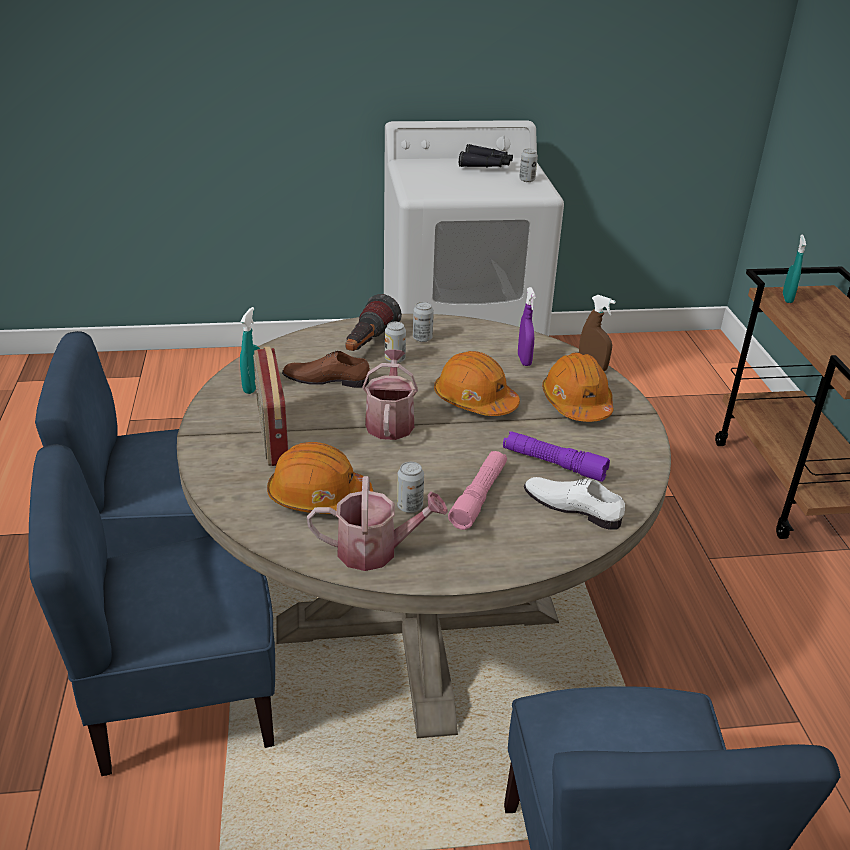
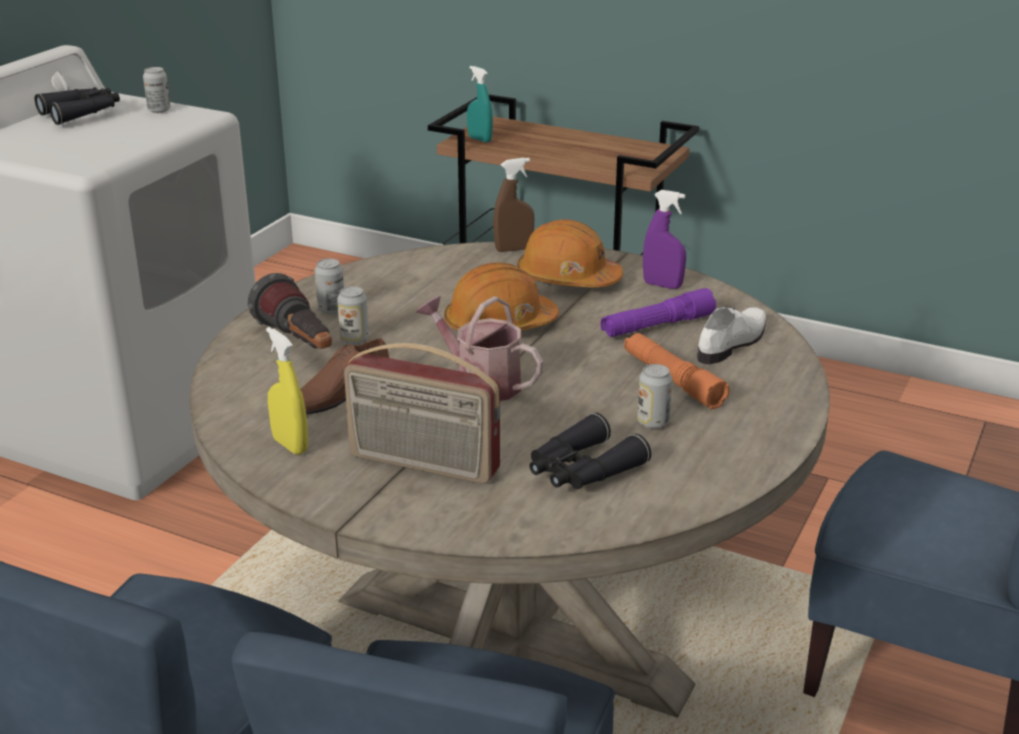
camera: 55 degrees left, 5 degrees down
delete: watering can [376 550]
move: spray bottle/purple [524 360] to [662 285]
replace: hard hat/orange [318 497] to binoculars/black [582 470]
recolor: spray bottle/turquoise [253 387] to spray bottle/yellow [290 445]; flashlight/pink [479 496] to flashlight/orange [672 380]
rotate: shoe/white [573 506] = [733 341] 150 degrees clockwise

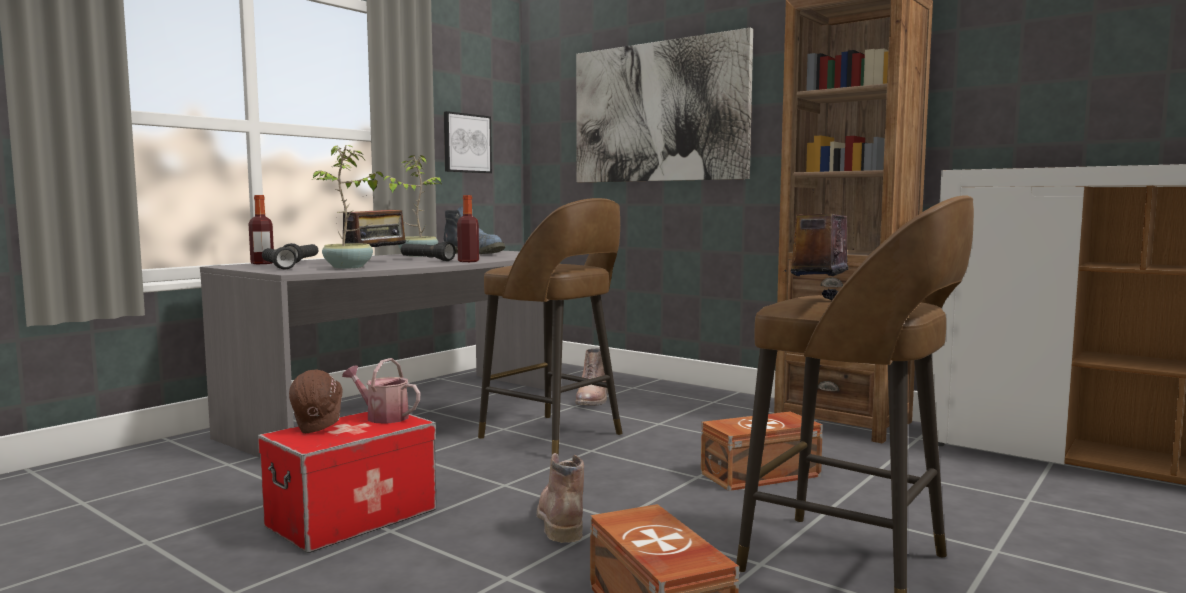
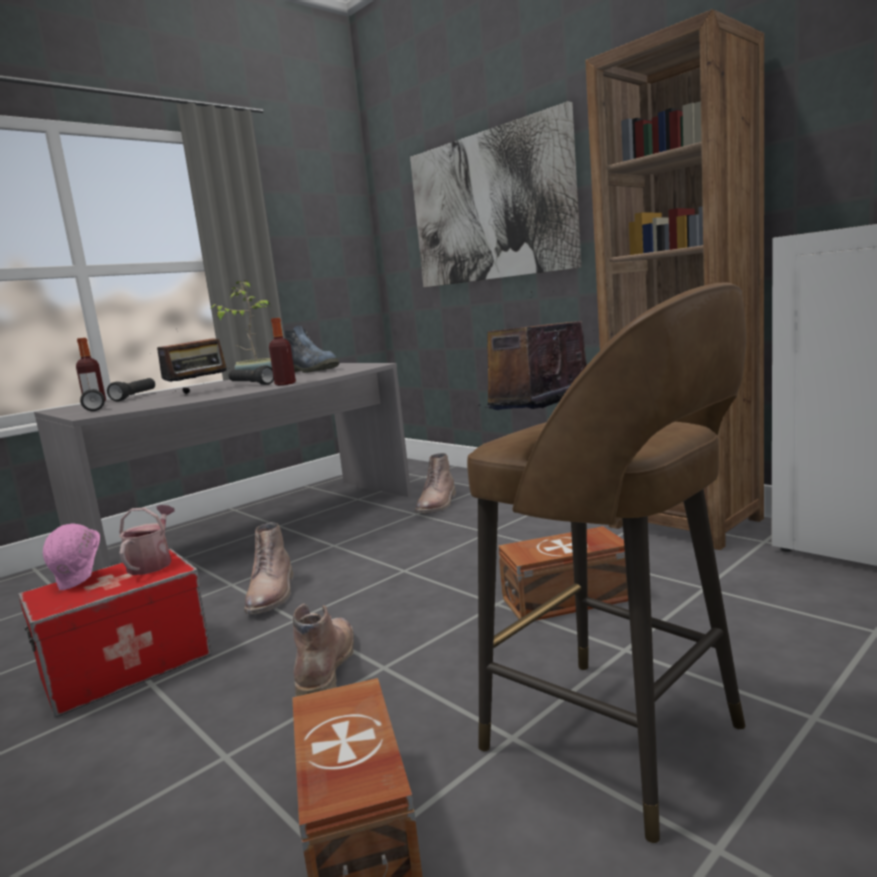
camera: 10 degrees right, 5 degrees up
delete: picture [466 143]; potted plant [349 267]; stool/brown [554 437]
insert: boot/brown [272 595]
recolor: hard hat/brown [319 427] to hard hat/pink [81 581]
rotate: watering can [382 417] = [153 563] 60 degrees clockwise

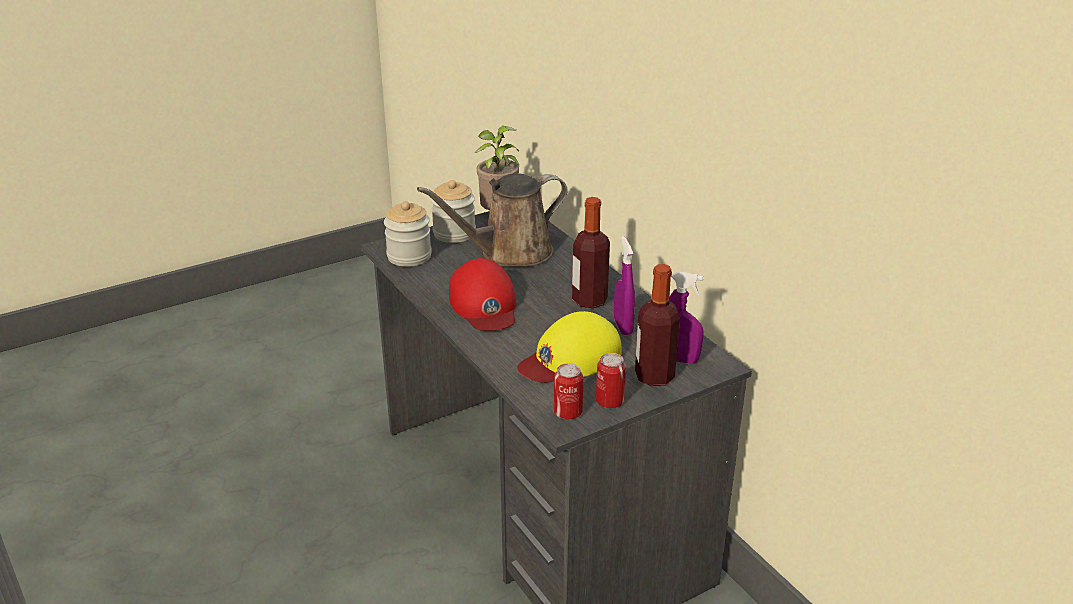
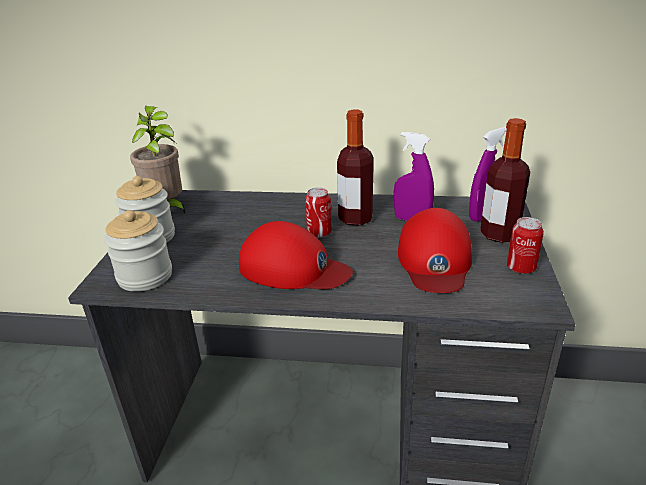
camera: 50 degrees left, 0 degrees up
delete: watering can/brown [510 253]
move: can [568 413] to [319 233]
recolor: cap/yellow [571 358] to cap/red [434 260]

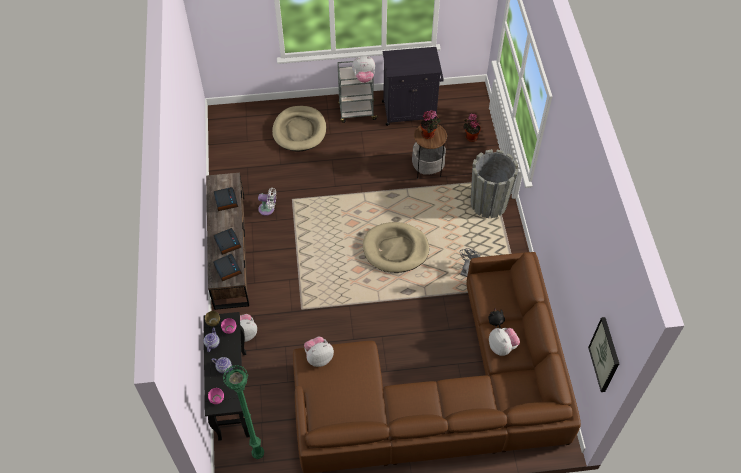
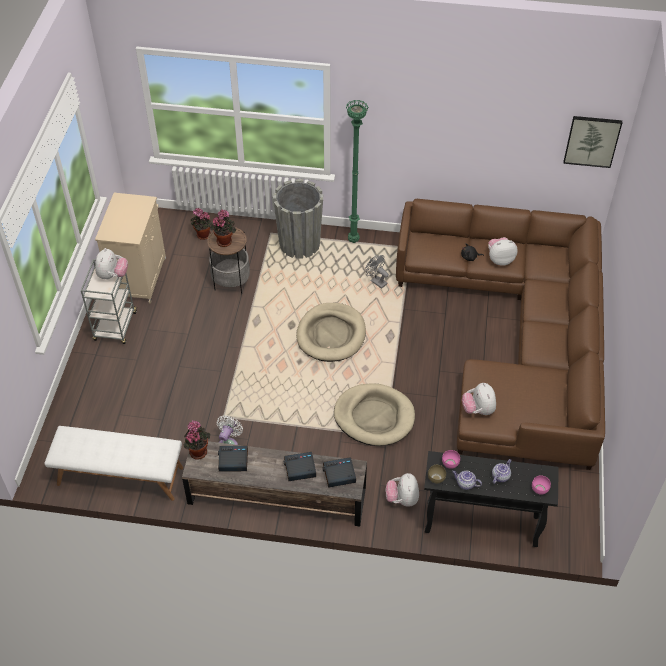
camera: 75 degrees left, 5 degrees down
insert: potted plant [198 451]; bench/white [119 476]
move: dog bed/beige [299 130] to [374 417]; floor lamp/green [258 455] to [354 241]
recolor: cabinet/black [410 111] to cabinet/beige [139 277]

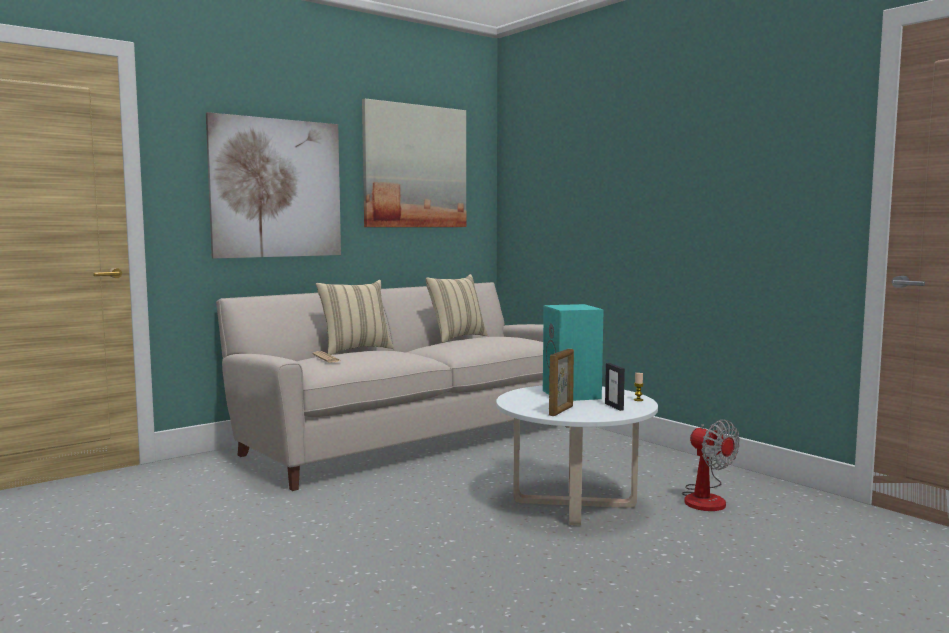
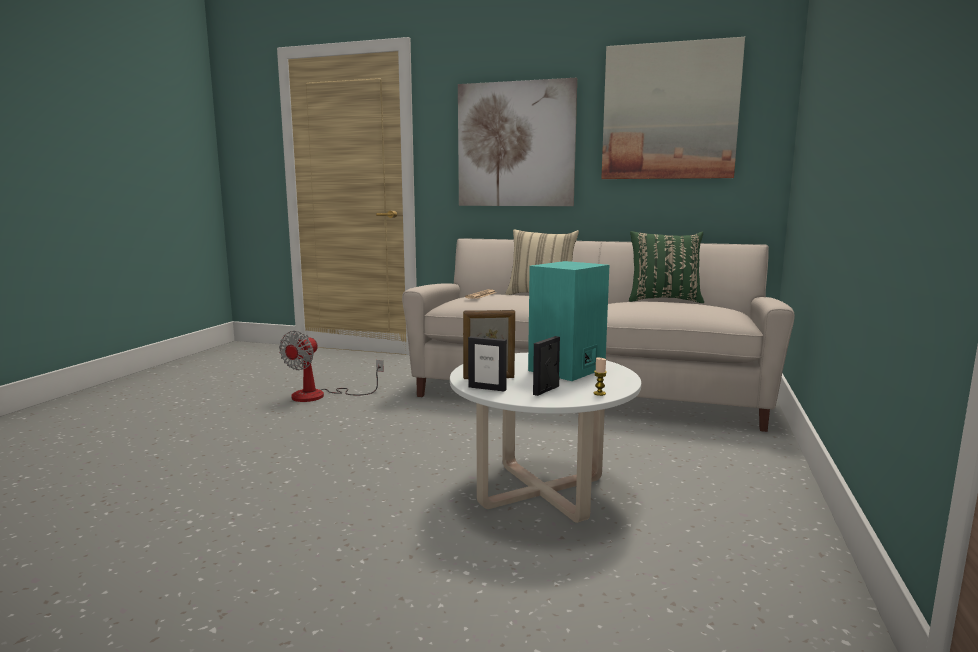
camera: 55 degrees right, 5 degrees up
insert: picture frame [487 388]
move: fan [705 498] to [320 395]
recolor: pillow/beige [456 338] to pillow/green [664 300]

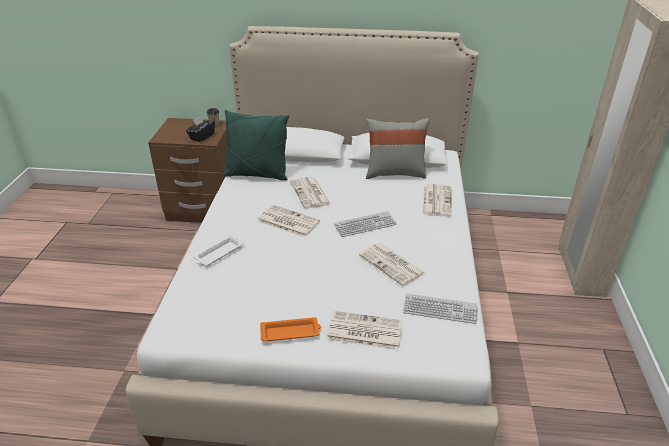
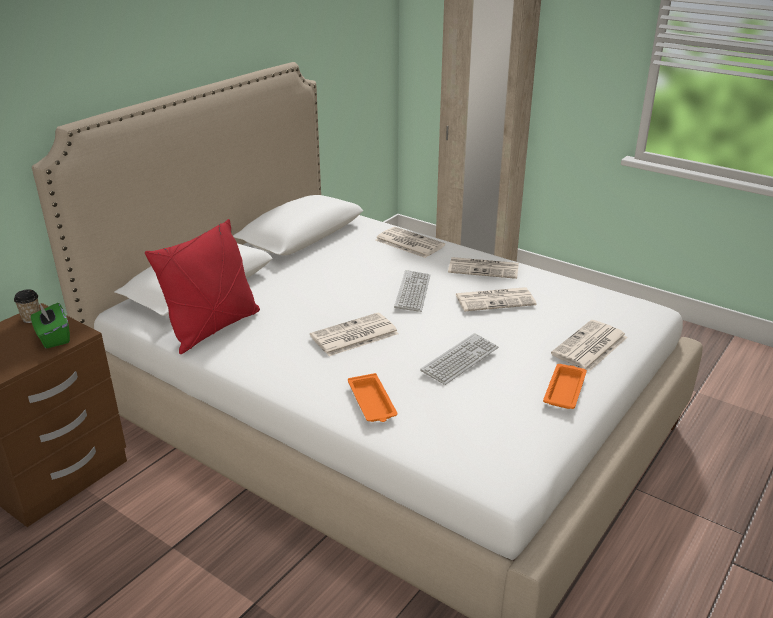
camera: 60 degrees left, 5 degrees down
delete: pillow/grey [395 173]
move: newspaper [310 193] to [484 268]; keyboard [440 309] to [460 360]
recolor: pillow/green [257 174] to pillow/red [213 328]; tissue box/black [201 137] to tissue box/green [53 337]; tray/white [218 254] to tray/orange [372 403]

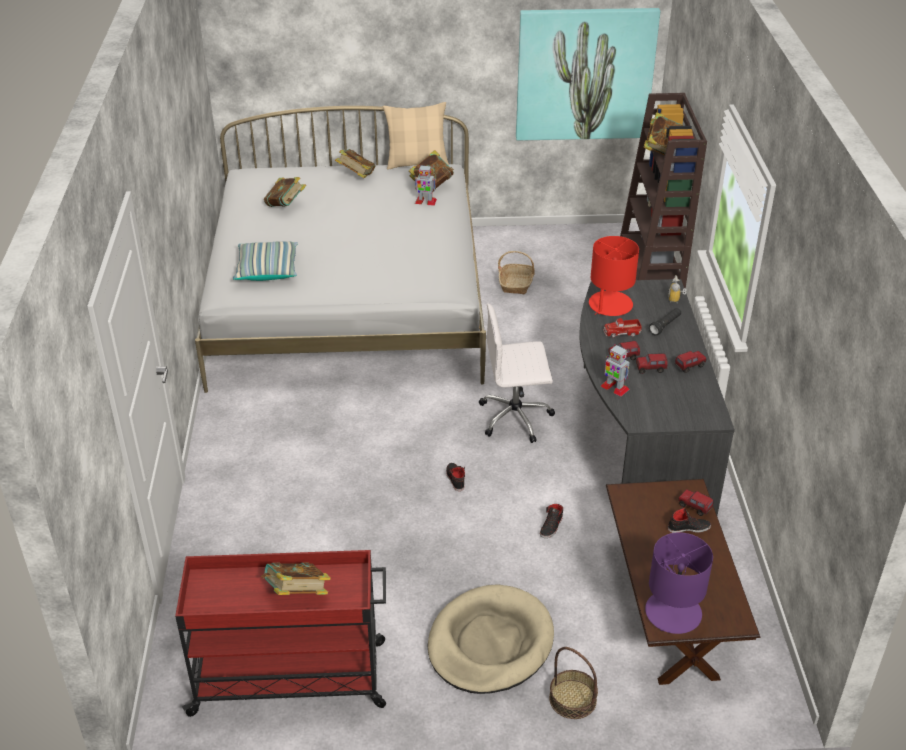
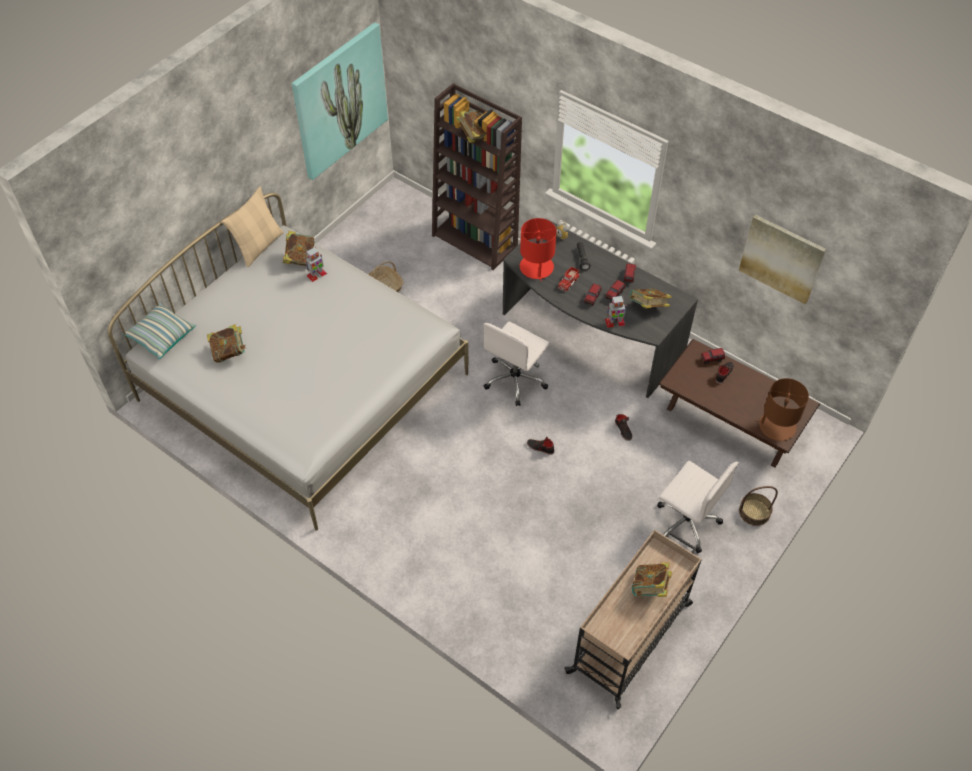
camera: 50 degrees left, 15 degrees up
insert: picture [781 258]
move: book [356 176] to [648 307]; pillow [267 270] to [161 336]
replace: dog bed/beige [490 643] to office chair/white [685 522]
recolor: table lamp/purple [672 612] to table lamp/brown [776 426]; cart/red [291 678] to cart/beige [631 637]

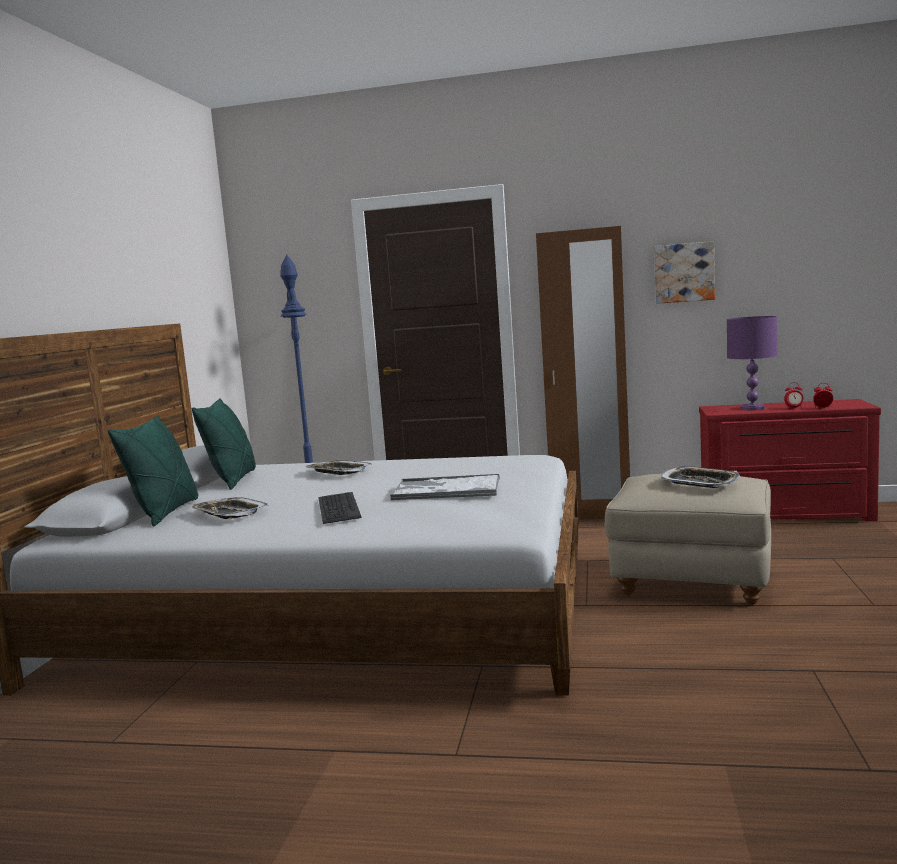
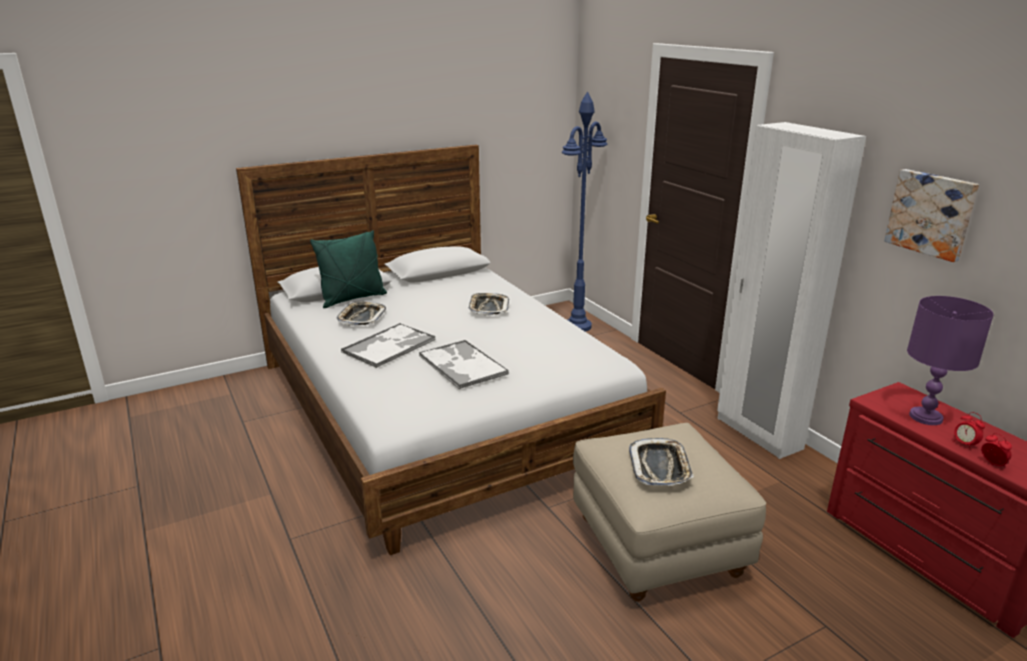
camera: 50 degrees right, 15 degrees up
delete: pillow/green [233 480]
replace: keyboard [337 508] to tray [389 346]
recolor: wardrobe/brown [591 515] to wardrobe/white [758 433]

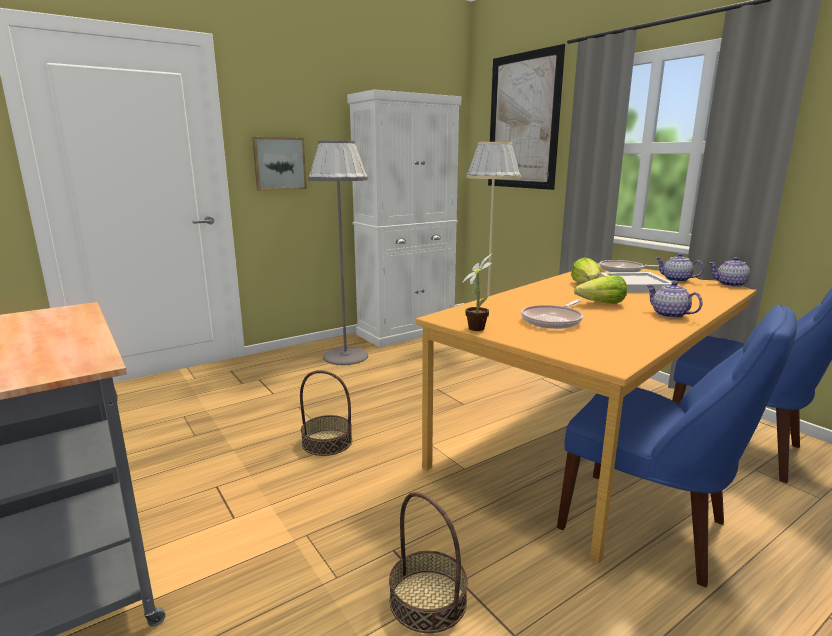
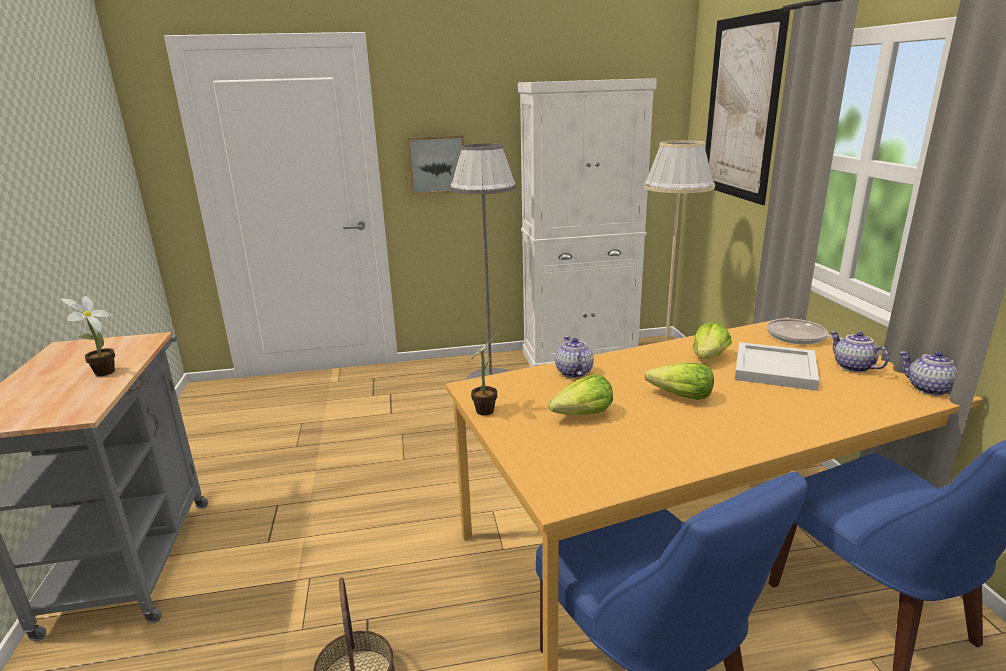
camera: 25 degrees right, 5 degrees up
delete: basket [327 442]
insert: potted plant [102 374]
move: teapot [669 315] to [573 372]
replace: frying pan [553 320] to lettuce [583 415]

